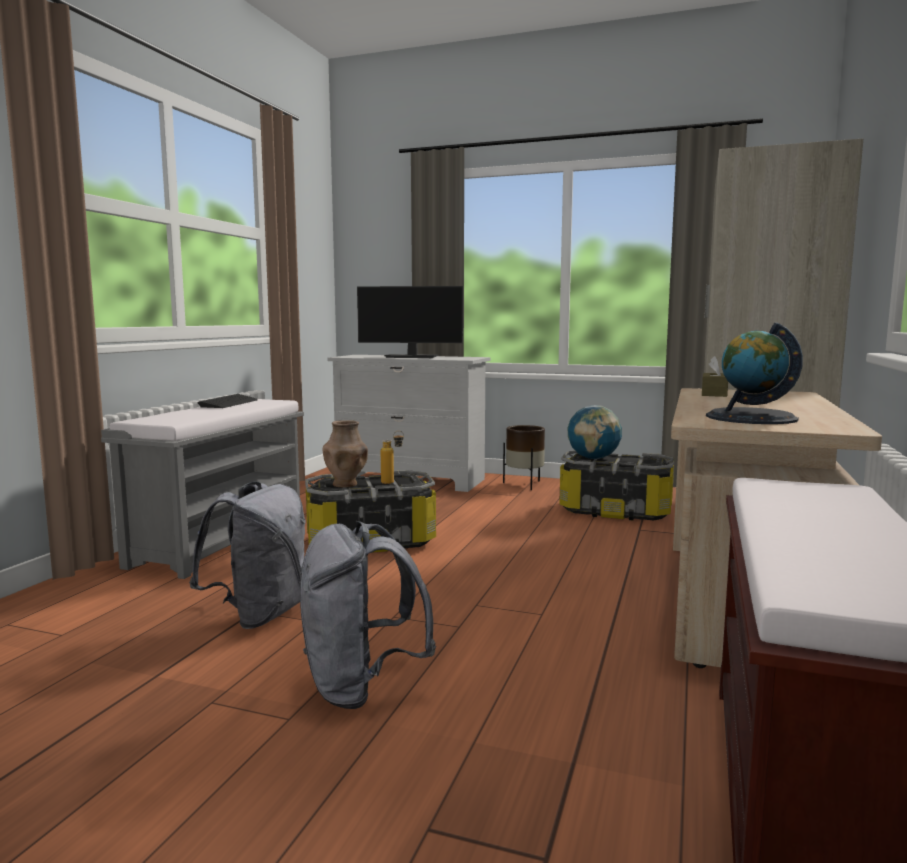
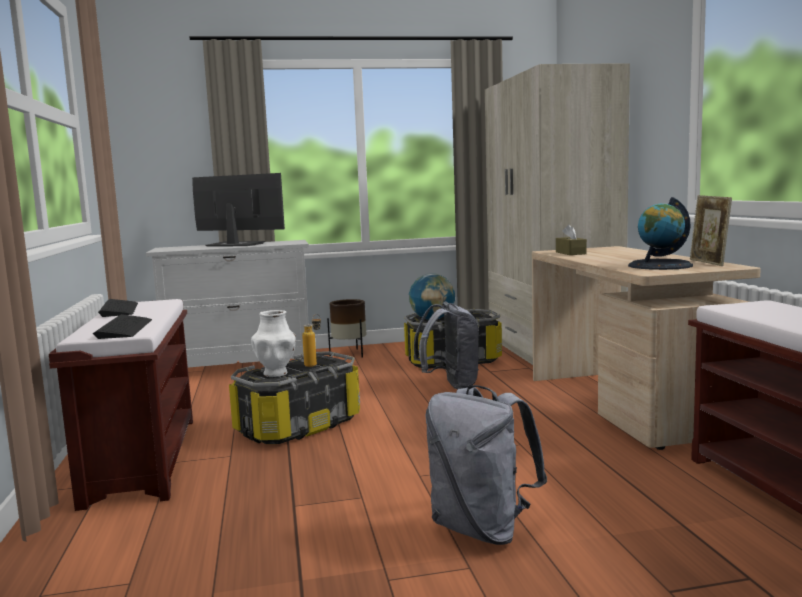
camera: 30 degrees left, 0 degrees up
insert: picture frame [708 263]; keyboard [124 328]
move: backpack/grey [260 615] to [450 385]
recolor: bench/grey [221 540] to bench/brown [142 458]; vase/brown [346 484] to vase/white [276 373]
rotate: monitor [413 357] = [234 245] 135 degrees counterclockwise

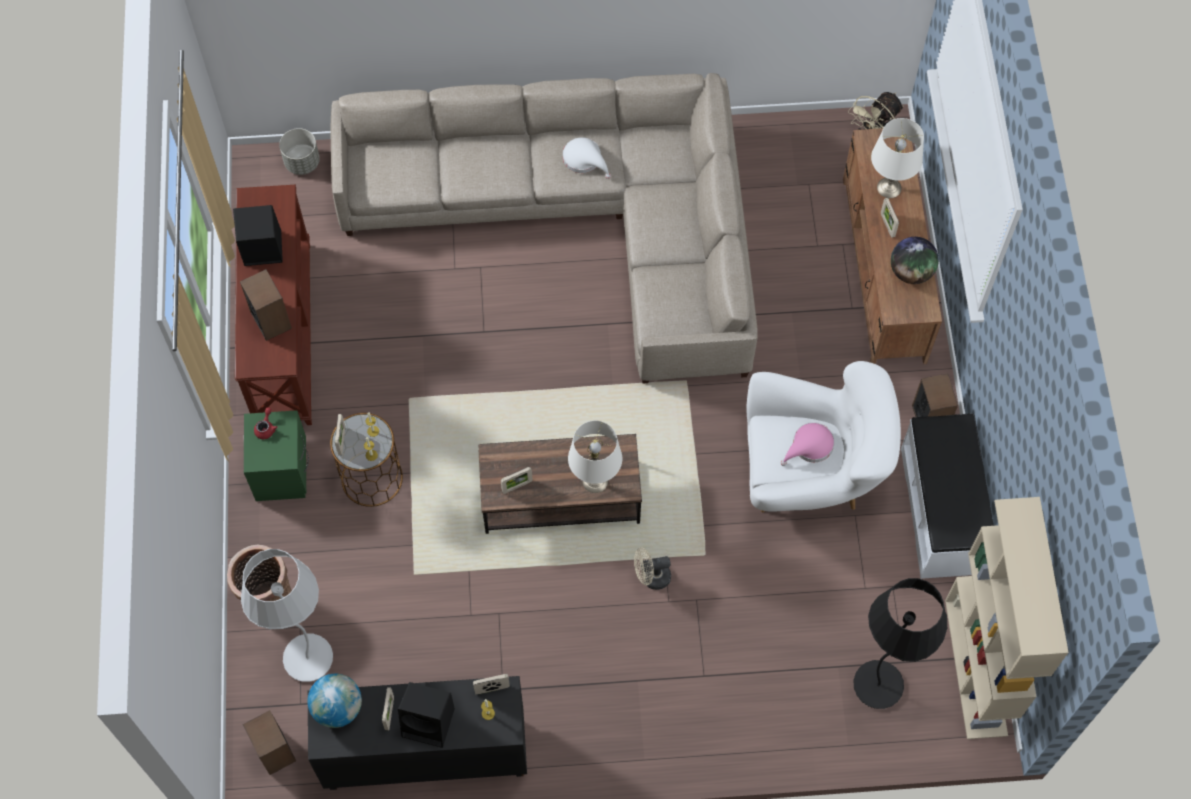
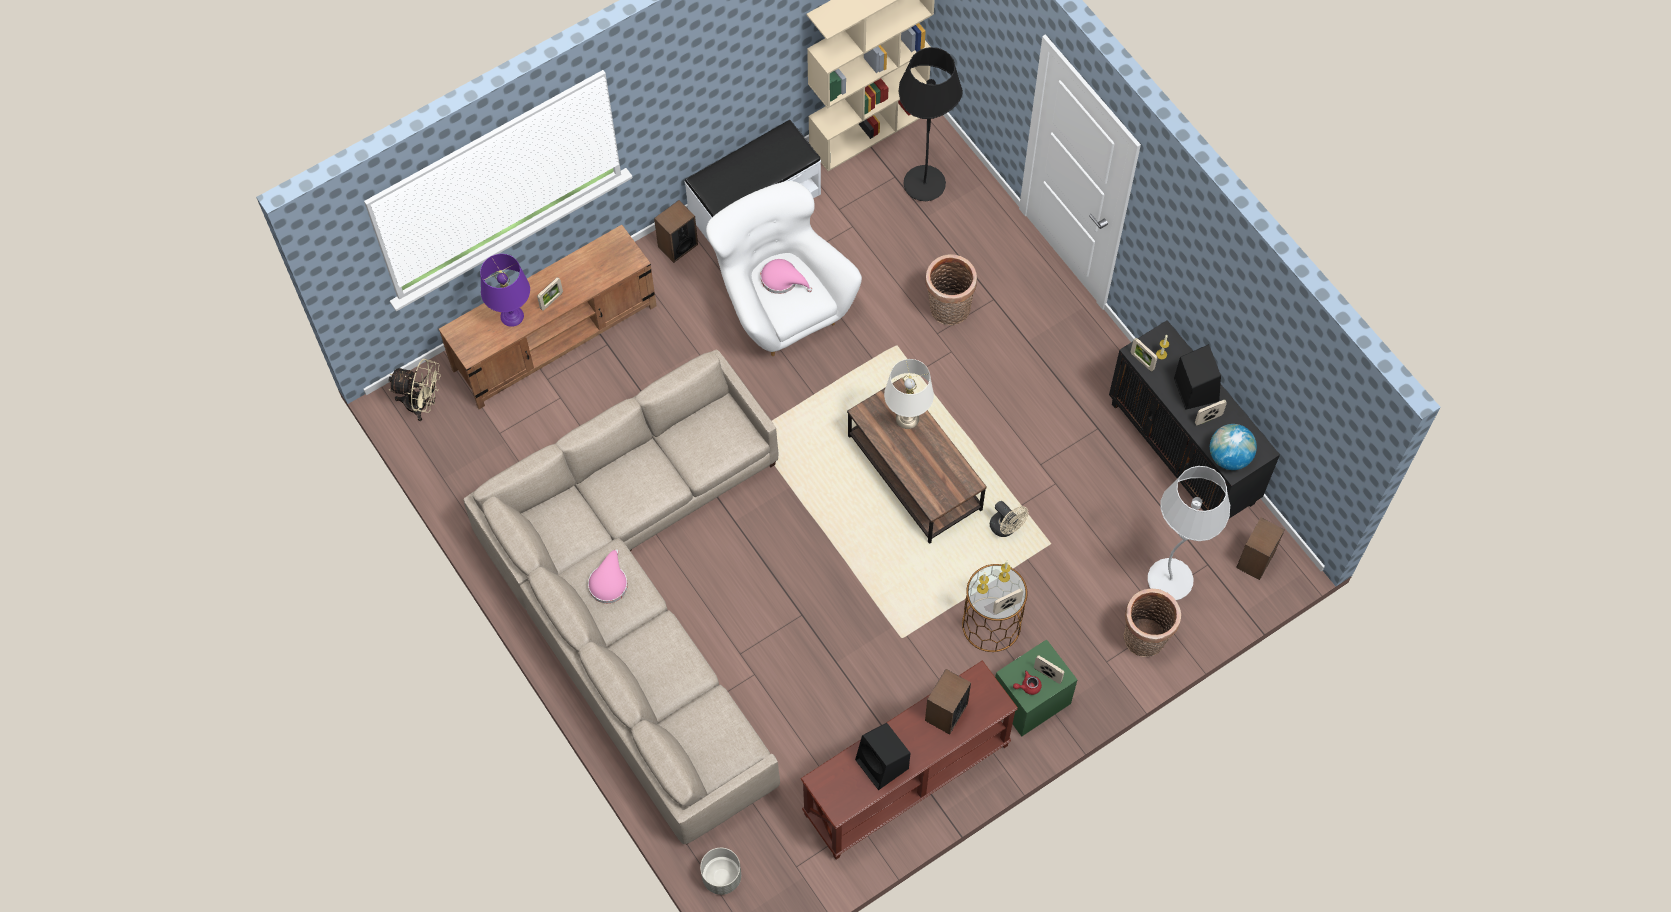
camera: 120 degrees left, 0 degrees up
delete: globe [911 271]
insert: basket [948 311]
move: picture frame [517 486] to [1047 675]; fan/beige [651 577] to [1006 528]
recolor: table lamp/white [889 188] to table lamp/purple [512 316]; hat/white [584 159] to hat/pink [608 582]

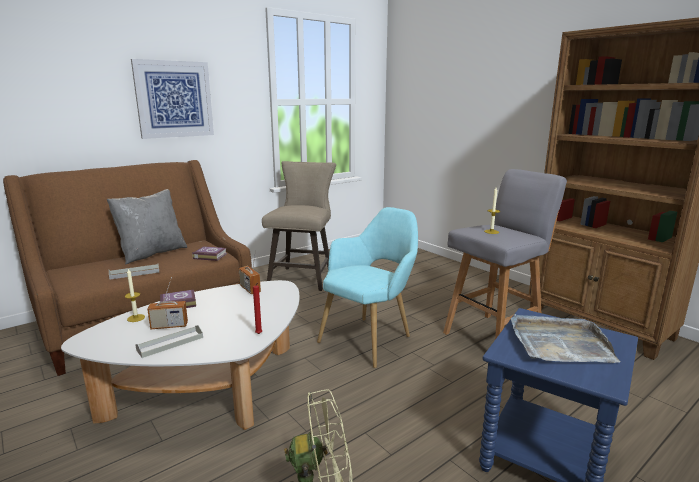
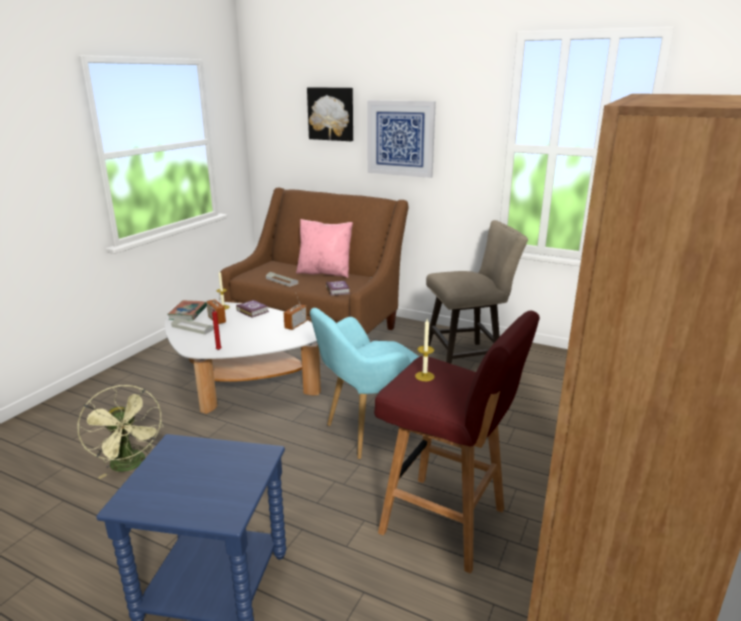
camera: 65 degrees right, 5 degrees up
delete: tray/grey [559 343]
insert: picture [331 114]; book [188 313]
recolor: stool/grey [494 336] to stool/red [446 522]; pillow/grey [152 253] to pillow/pink [325 273]
rotate: armchair/turquoise [370 338] = [368 432] 135 degrees clockwise

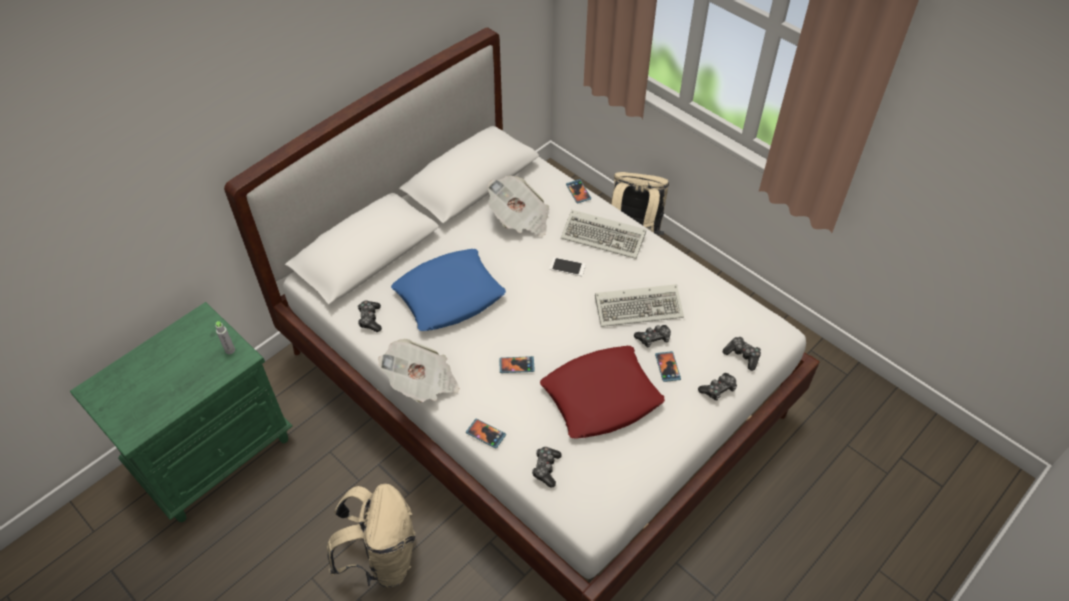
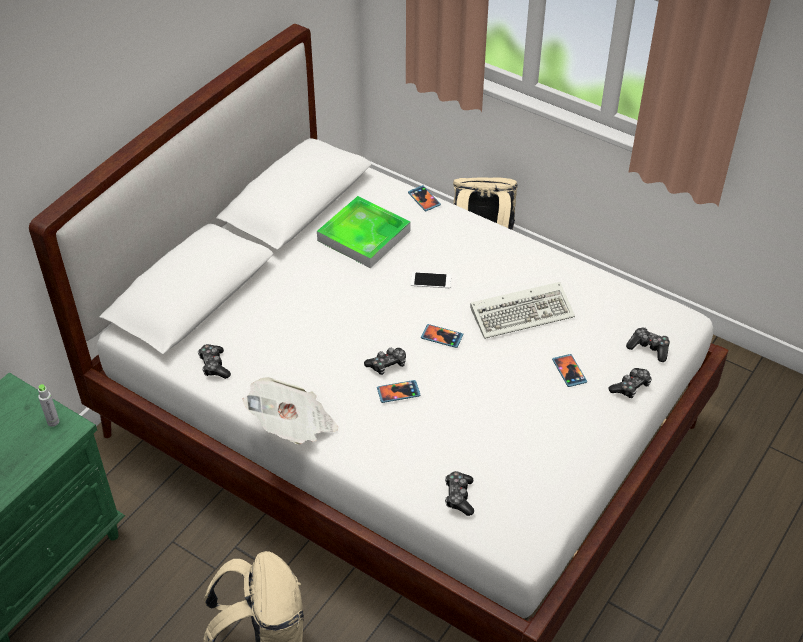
camera: 10 degrees left, 5 degrees down
delete: keyboard [605 237]; pillow/blue [449 295]; pillow/red [601 397]
move: game controller [653 338] to [387 365]; phone [486 434] to [442 337]
replace: newspaper [520 219] to tray [364 236]

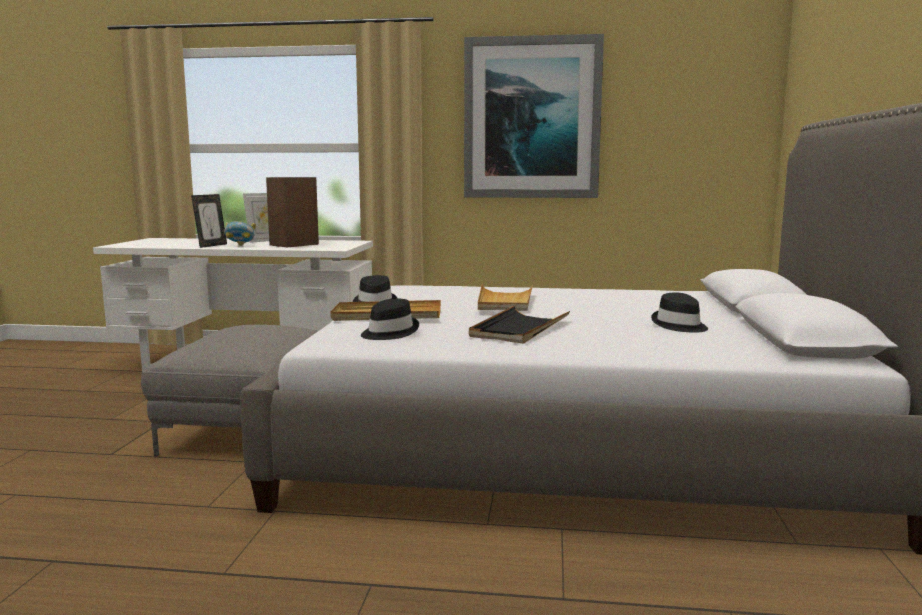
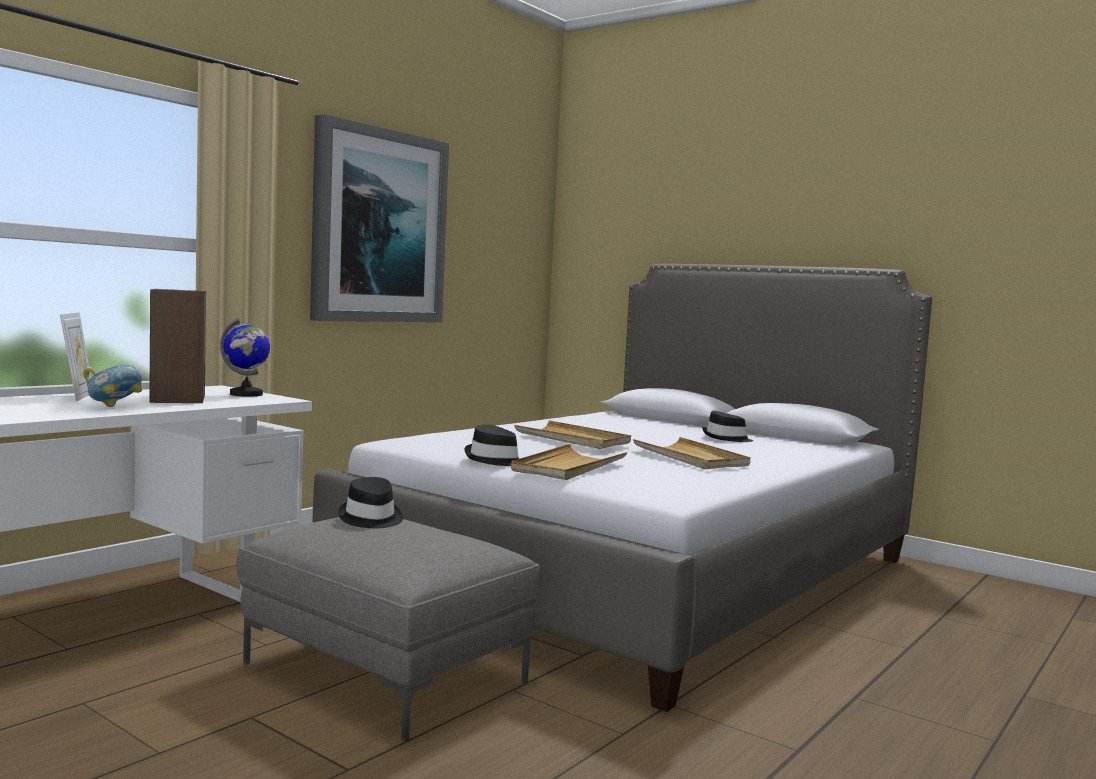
camera: 60 degrees left, 5 degrees down
delete: picture frame [211 245]
insert: globe [246 394]
move: hat/black [388 333] to [370 518]
recolor: tray/black [519 329] to tray/beige [690 458]

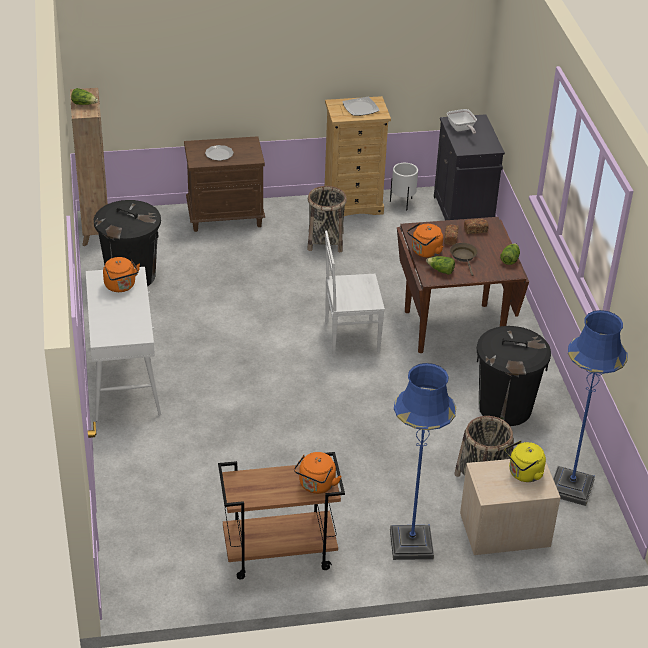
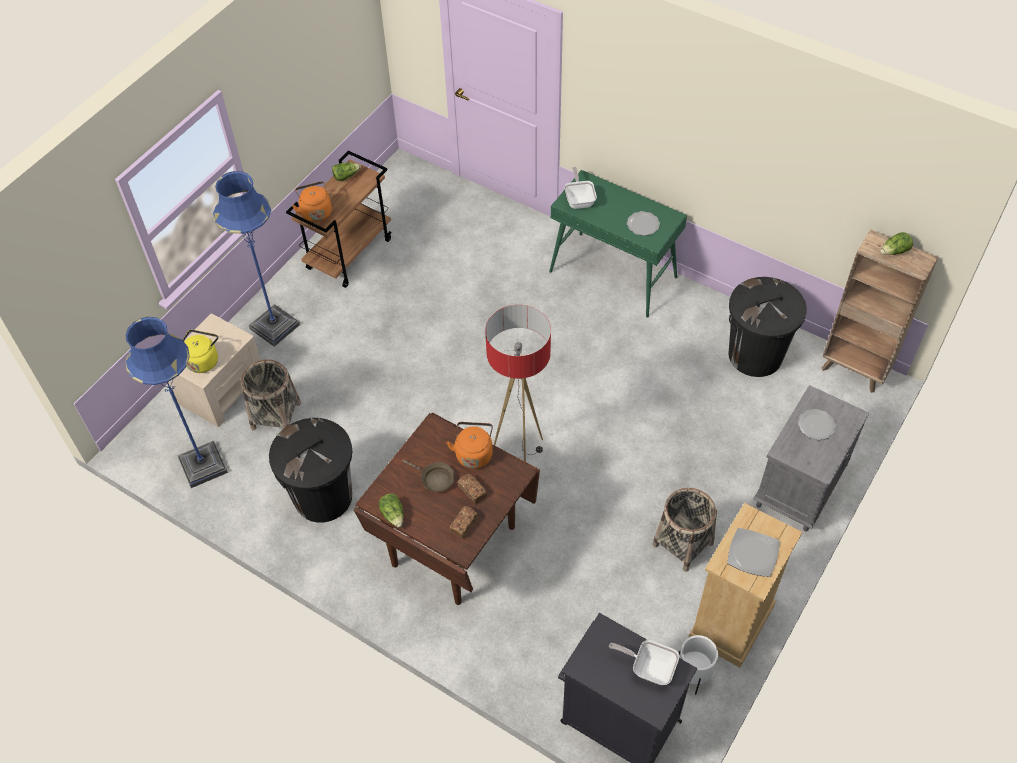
camera: 135 degrees right, 15 degrees up
insert: frying pan [579 200]
move: lettuce [441 271] to [346 176]
replace: chair/white [350 336] to floor lamp [520 455]; kettle/orange [121 286] to plate [642 224]
recolor: nightstand/brown [226 216] to nightstand/grey [799 488]; console table/white [124 379] to console table/green [613 274]

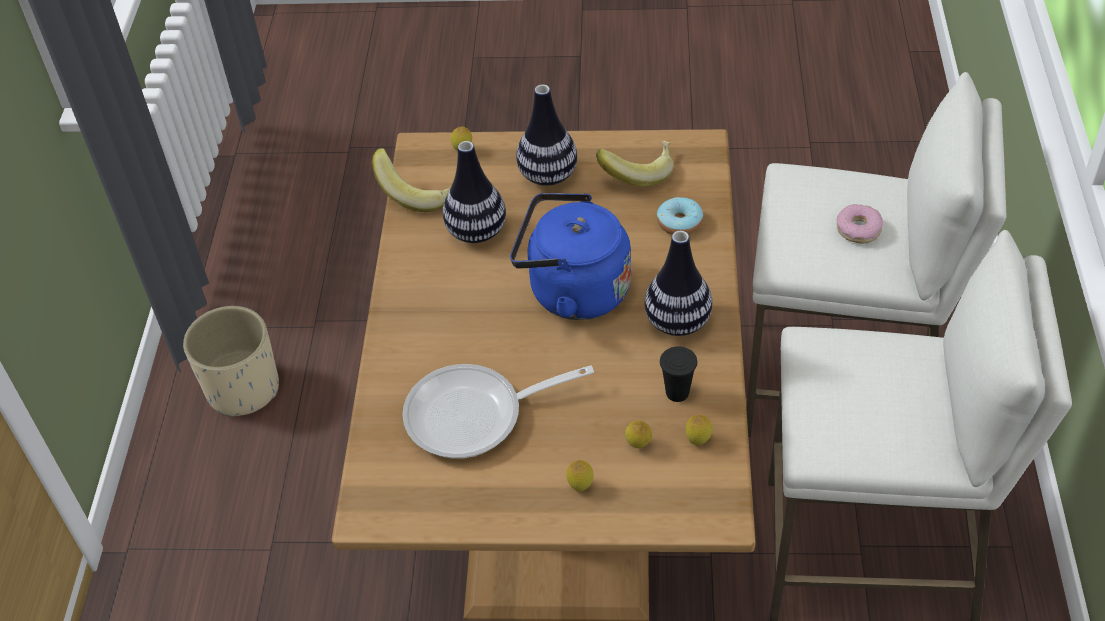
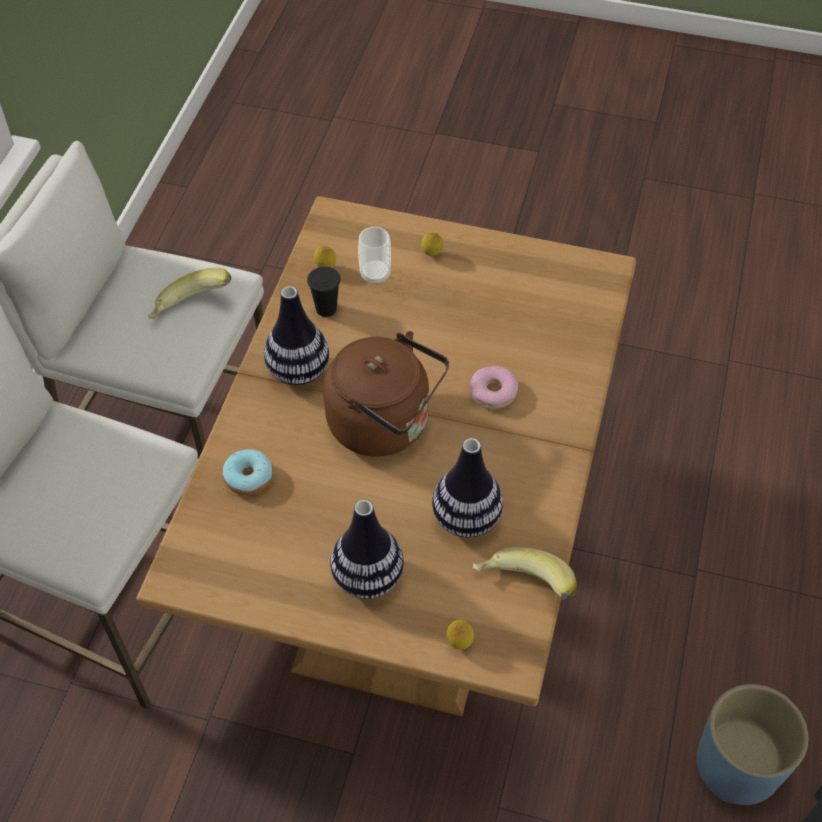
camera: 170 degrees left, 5 degrees up
delete: frying pan [475 416]
move: banana [637 173] to [191 310]; donut [858 229] to [493 392]
replace: lemon [638 445] to cup [375 275]
recolor: kettle/blue [572 291] to kettle/brown [385 424]; planter/beige [243 388] to planter/blue [737 766]

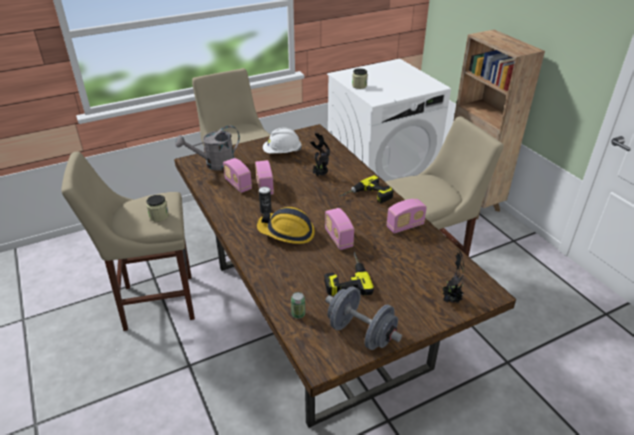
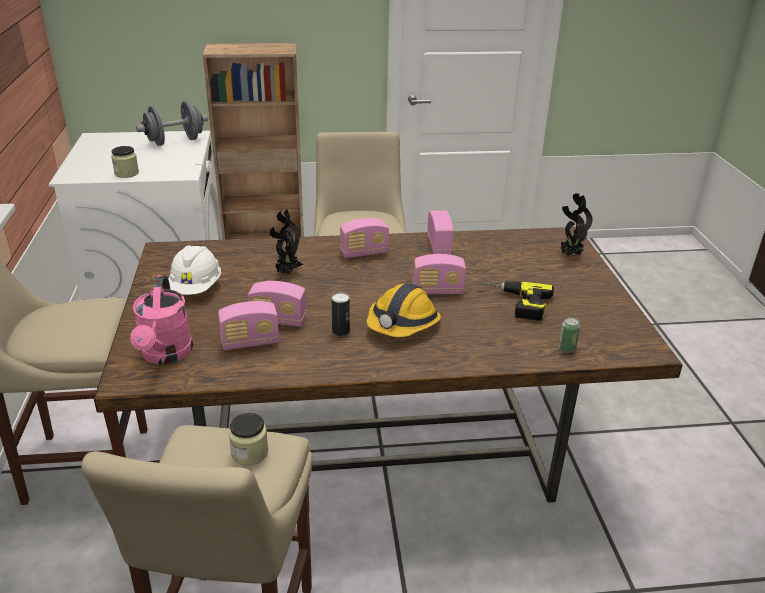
camera: 70 degrees left, 5 degrees down
move: dumbbell/grey [361 333] to [175 141]
replace: power drill [367 196] to radio [364 253]
recolor: watering can/grey [214 164] to watering can/pink [165 355]

